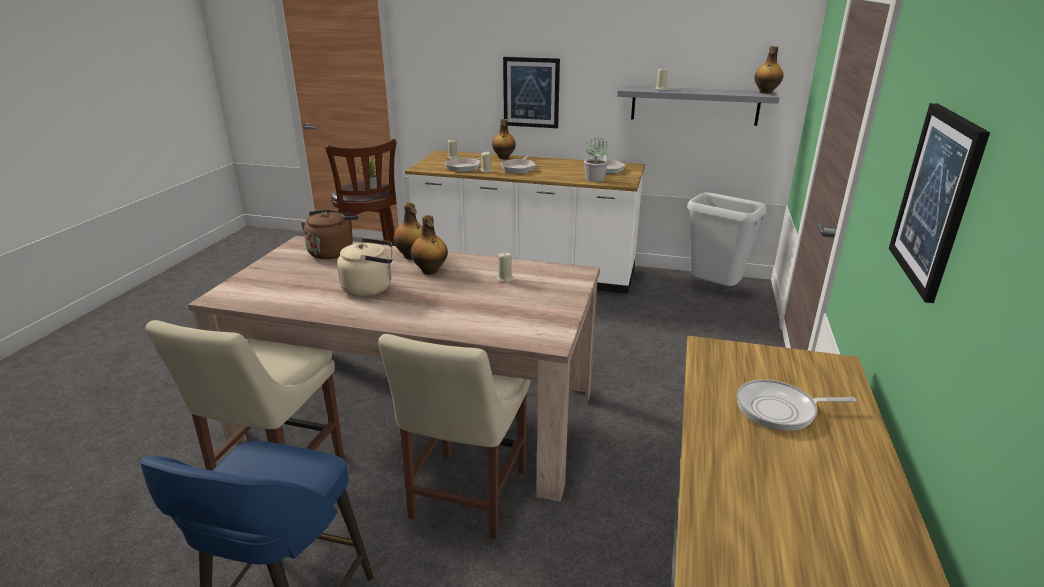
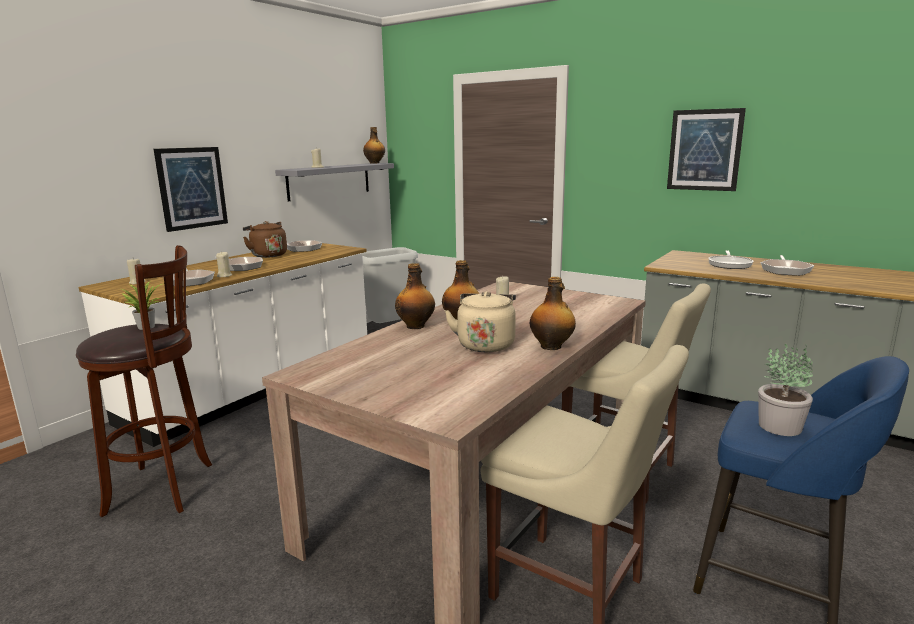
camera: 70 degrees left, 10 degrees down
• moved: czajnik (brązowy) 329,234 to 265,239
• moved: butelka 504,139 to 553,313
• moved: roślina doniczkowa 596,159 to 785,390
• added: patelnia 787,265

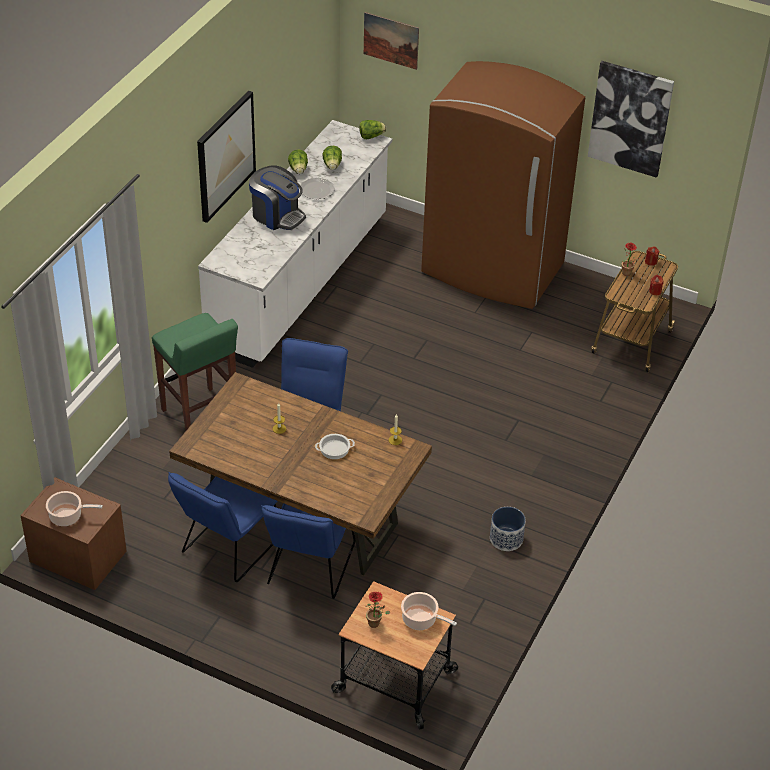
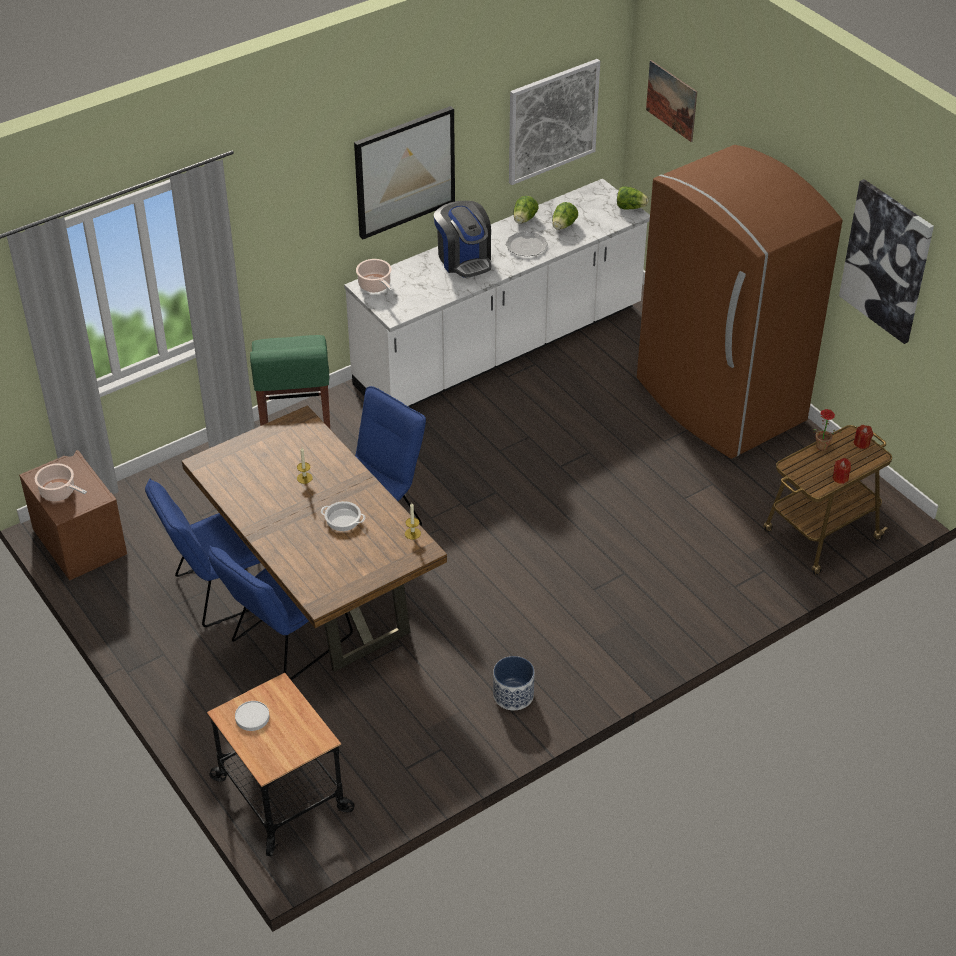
camera: 30 degrees right, 0 degrees up
• replaced: roślina doniczkowa 378,610 to talerz (biały) 252,716
• moved: garnek 429,611 to 374,275
• added: obraz 554,122

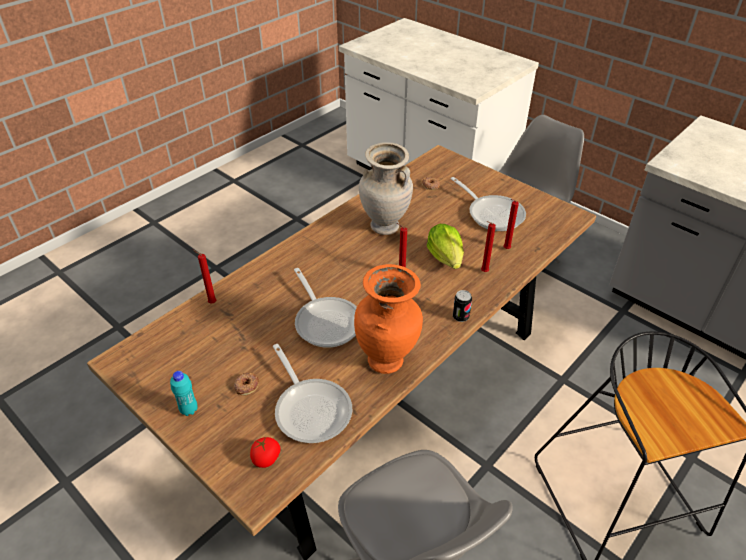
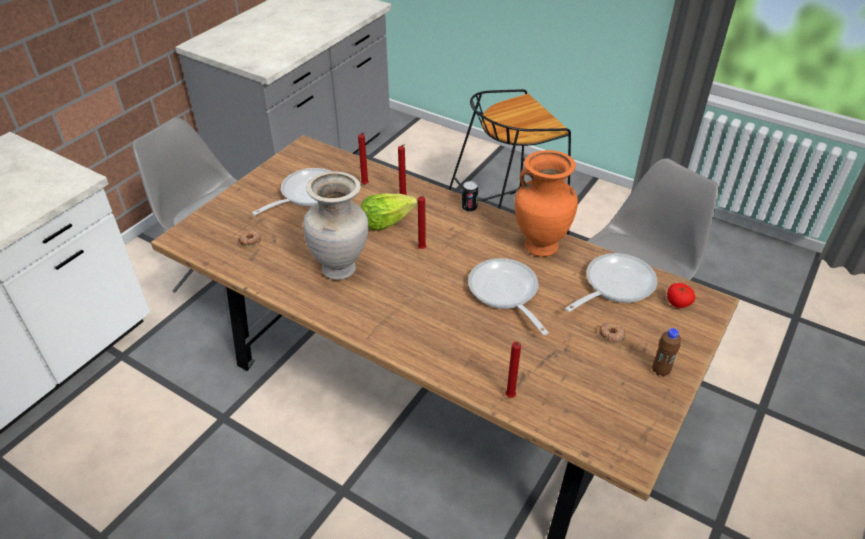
camera: 100 degrees left, 0 degrees up
• turned: patelnia 325,308 = 508,296 75 degrees counterclockwise
• recoloured: butelka (turkusowy) 183,393 to butelka (brązowy) 666,352

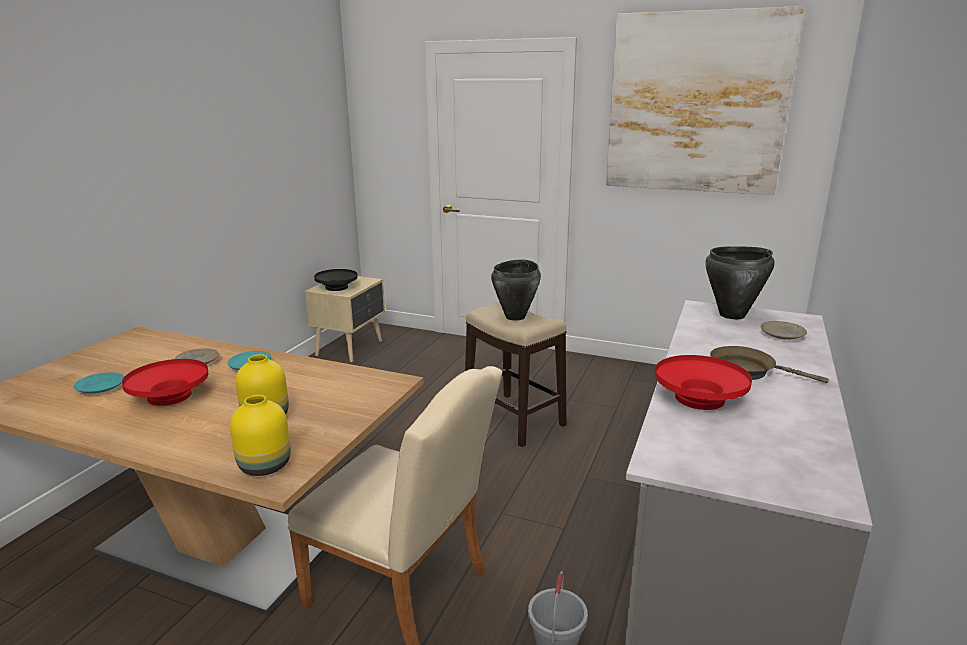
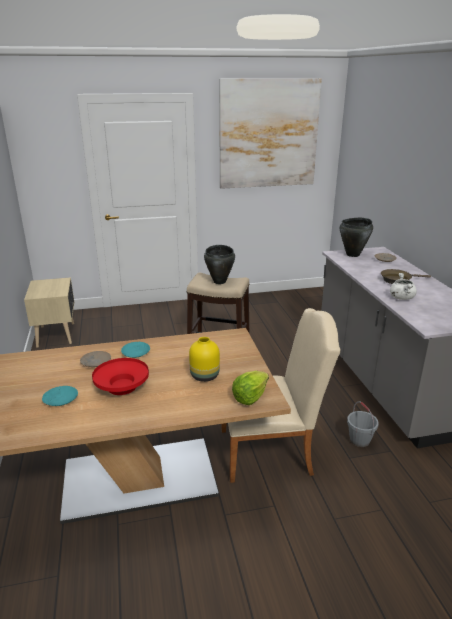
camera: 35 degrees left, 5 degrees up
• replaced: wazon (żółty) 260,435 to sałata 250,388
• replaced: miska (czerwony) 703,382 to garnek (biały) 403,286
• removed: miska (czarny) 336,280

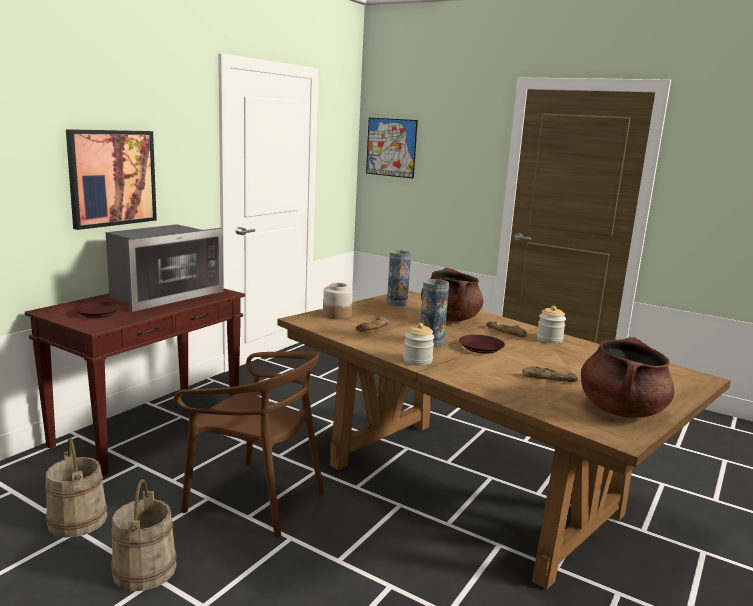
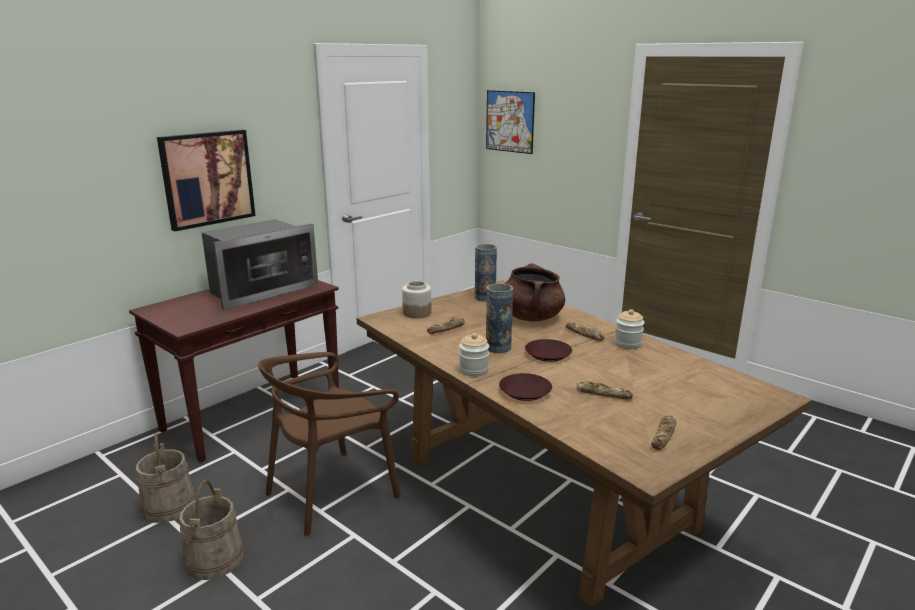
camera: 10 degrees right, 5 degrees up
• turned: krzesło (brązowy) 249,444 = 329,444 105 degrees clockwise
• moved: talerz (brązowy) 98,310 to 525,387
• replaced: garnek (brązowy) 627,377 to chleb 663,433

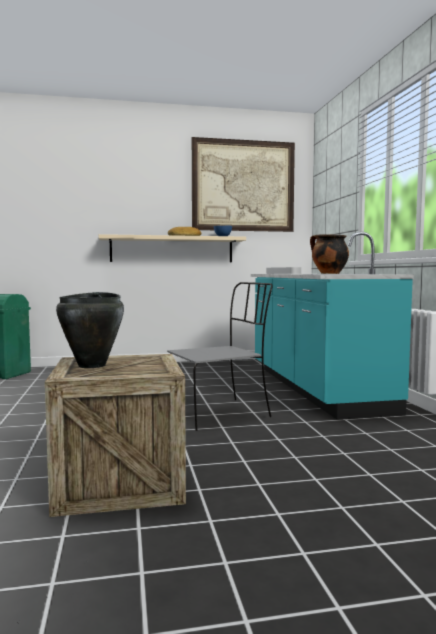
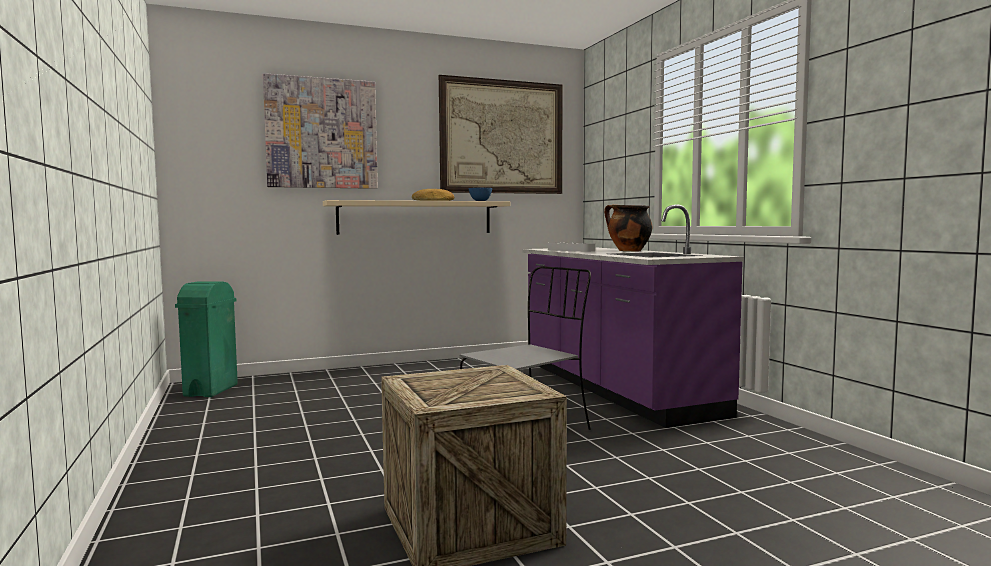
camera: 10 degrees left, 0 degrees up
• added: obraz 320,131
• recoloured: zabudowa kuchenna (turkusowy) 332,326 to zabudowa kuchenna (fioletowy) 633,316
• removed: garnek (czarny) 90,330

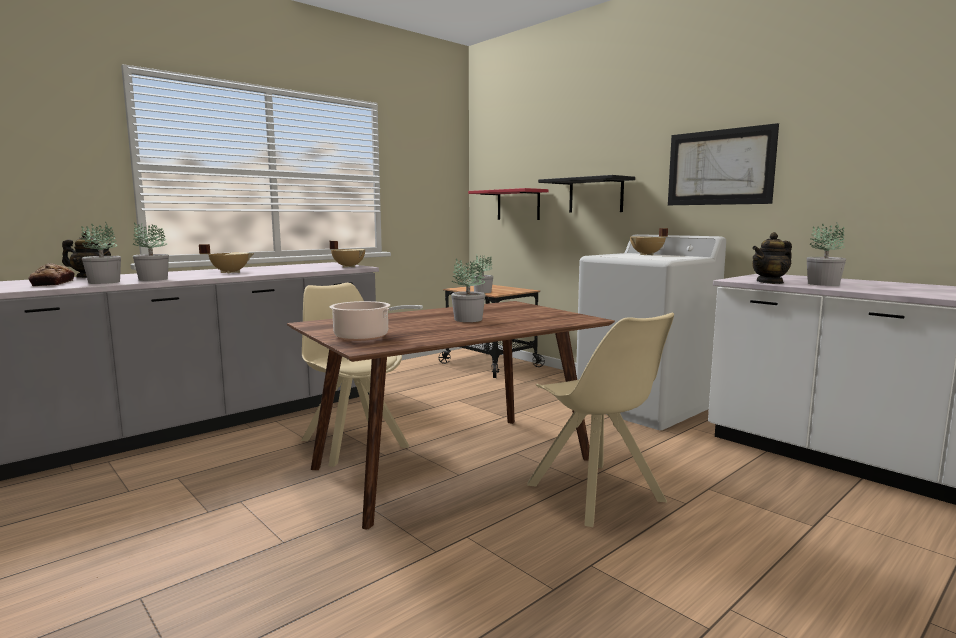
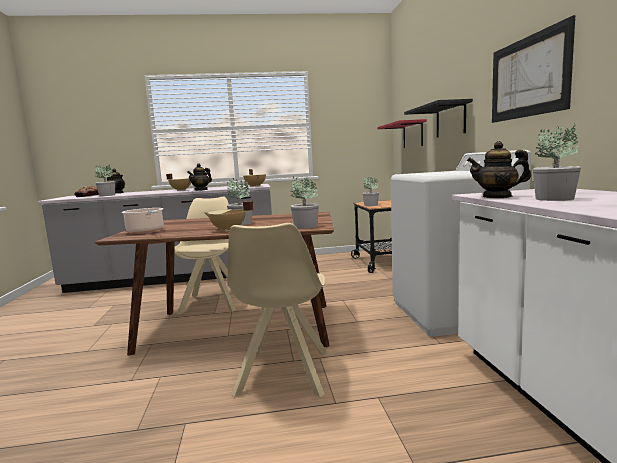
camera: 35 degrees right, 0 degrees up
• added: imbryk 199,177
• moved: garnek (beżowy) 649,241 to 229,216
• moved: roślina doniczkowa 151,252 to 305,202

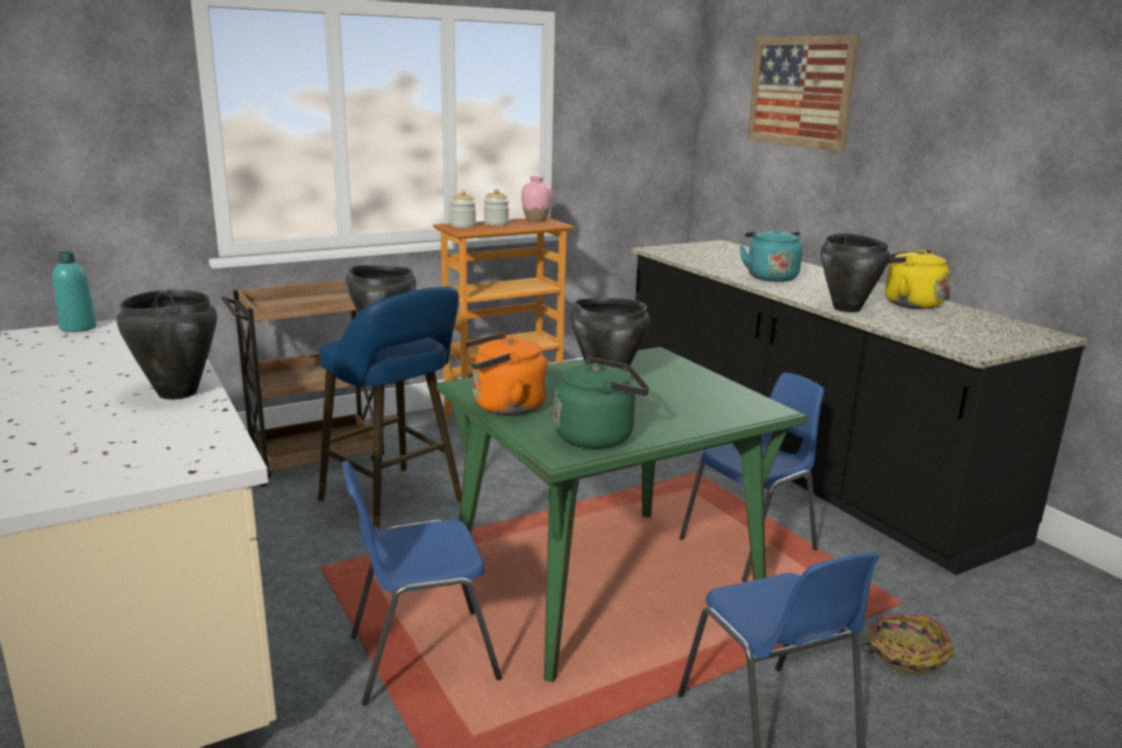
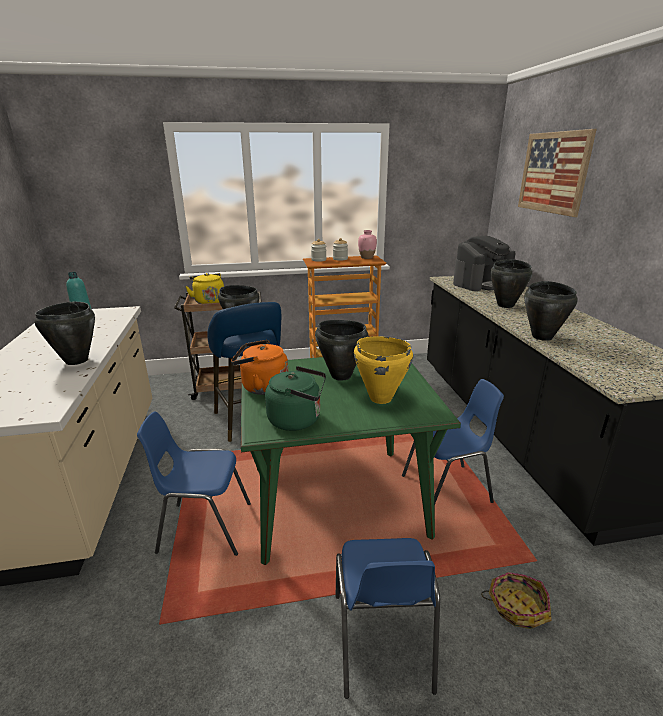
camera: 20 degrees right, 5 degrees up
• moved: czajnik (żółty) 917,279 to 204,288
• added: garnek (żółty) 383,370
• added: ekspres do kawy 484,263
• replaced: czajnik (turkusowy) 771,255 to garnek (czarny) 511,283

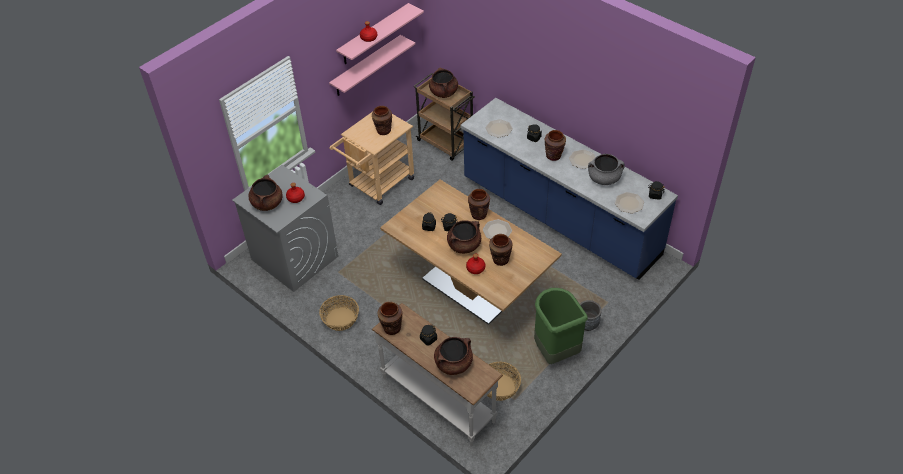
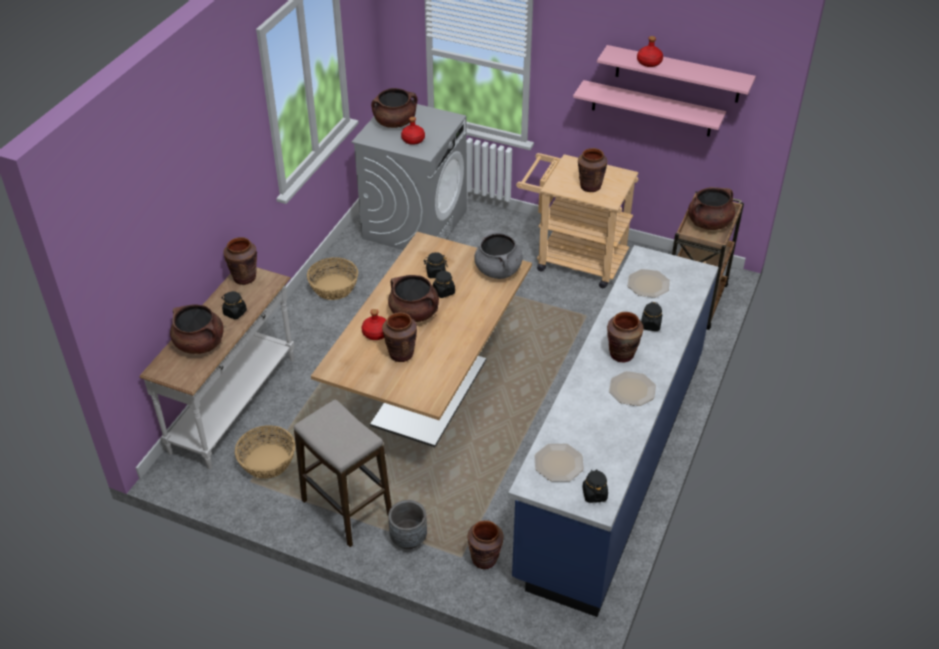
camera: 70 degrees right, 5 degrees down
• replaced: kosz na śmieci (zielony) 561,326 to stołek 343,473
• moved: wazon (brązowy) 479,204 to 485,544
• moved: garnek (szary) 606,169 to 499,254
• removed: talerz 497,229

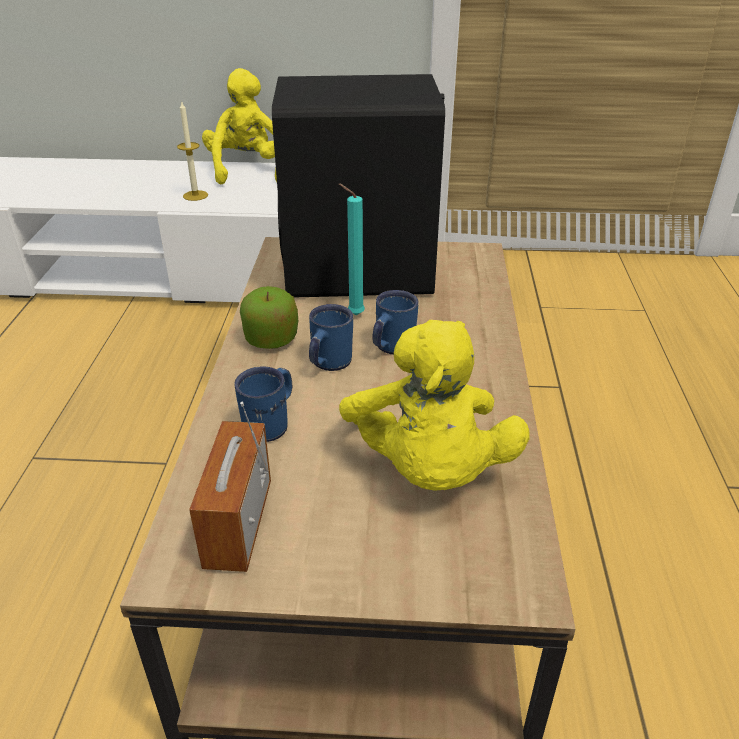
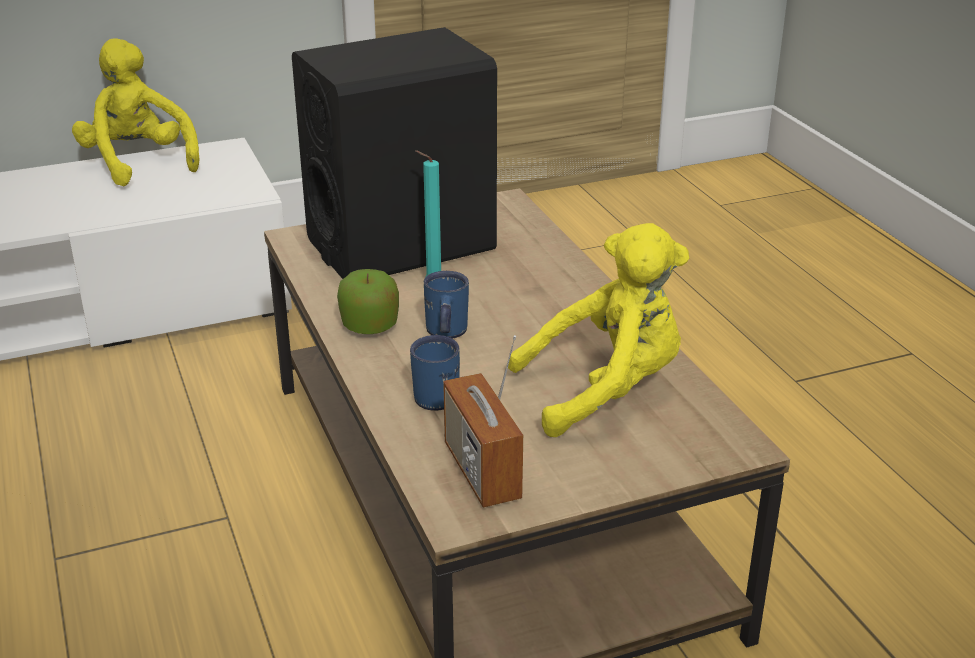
camera: 25 degrees left, 5 degrees down
• turned: pluszak (żółty) 434,405 = 598,330 75 degrees counterclockwise
• removed: świeca 192,150
• removed: kubek (niebieski) 395,322

